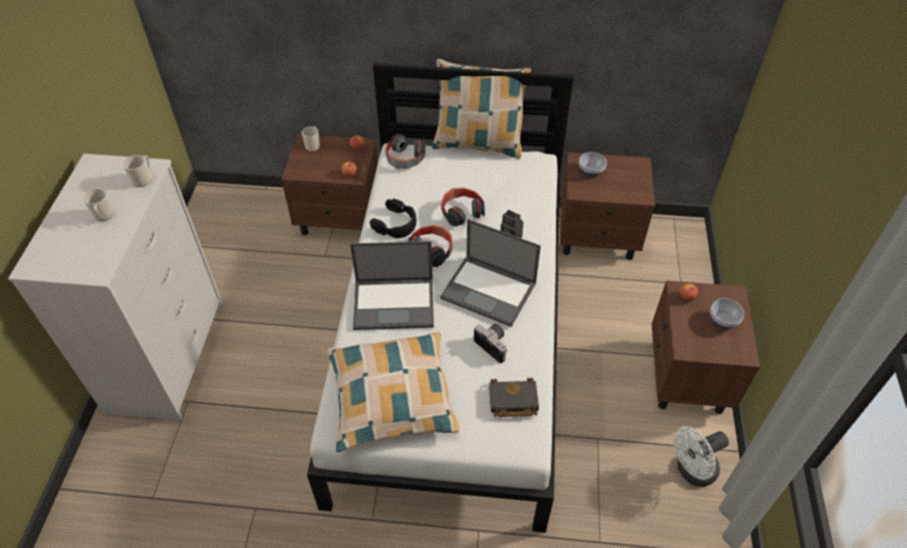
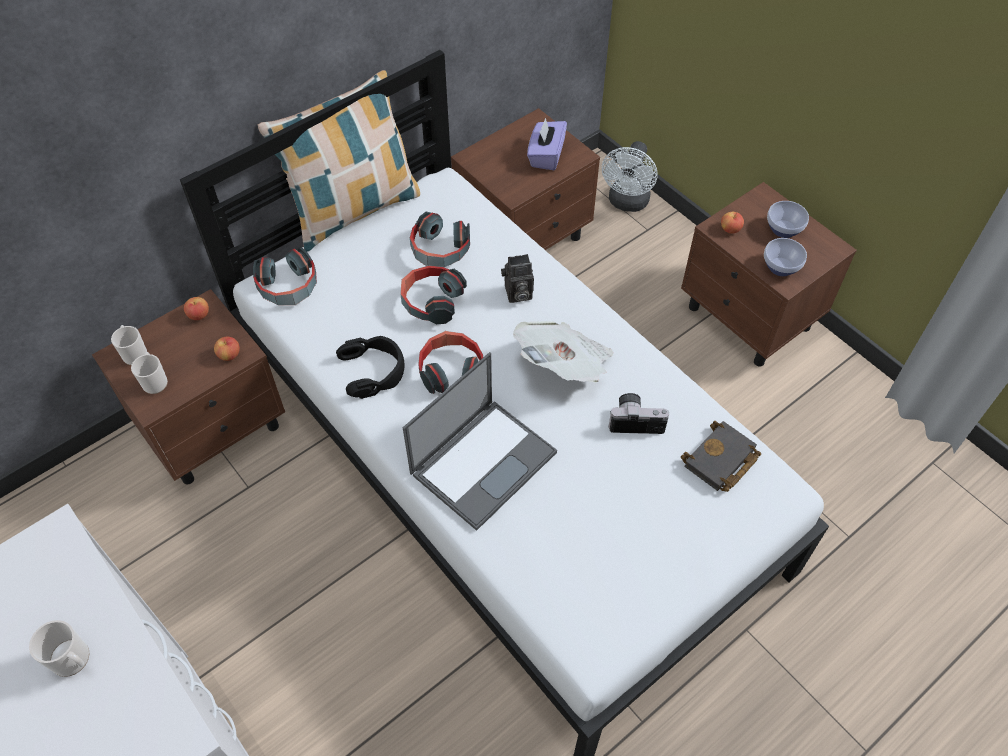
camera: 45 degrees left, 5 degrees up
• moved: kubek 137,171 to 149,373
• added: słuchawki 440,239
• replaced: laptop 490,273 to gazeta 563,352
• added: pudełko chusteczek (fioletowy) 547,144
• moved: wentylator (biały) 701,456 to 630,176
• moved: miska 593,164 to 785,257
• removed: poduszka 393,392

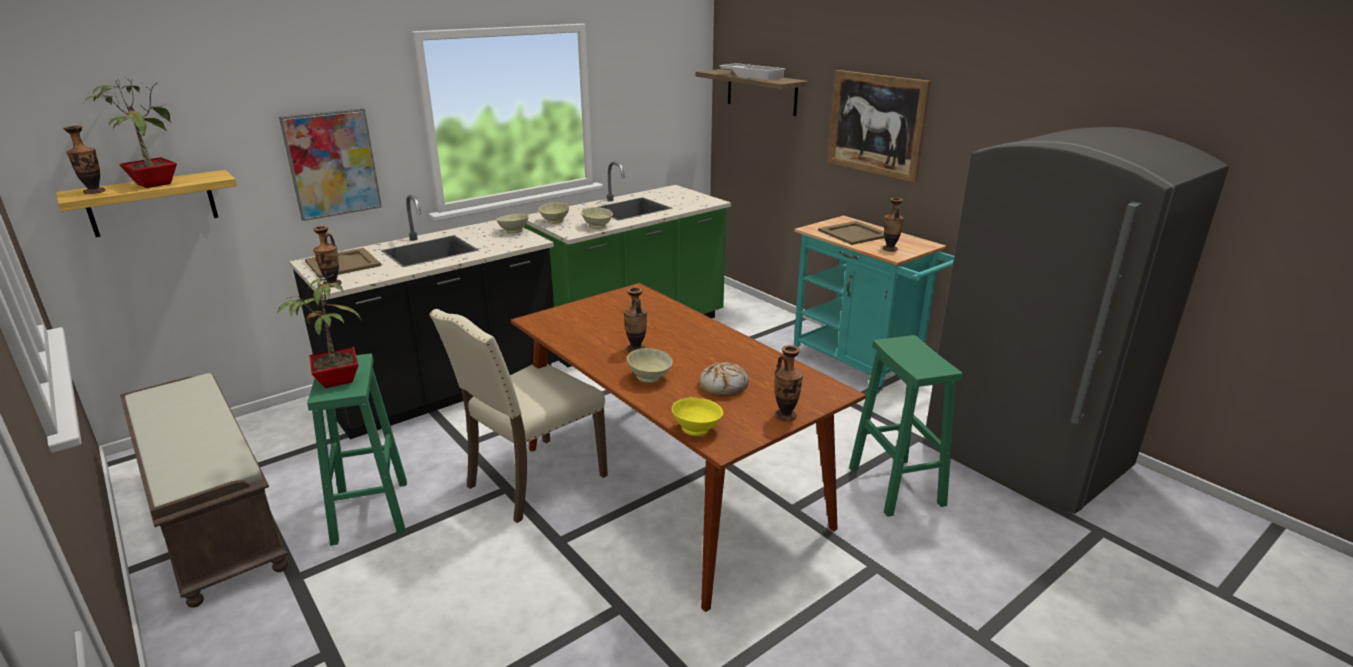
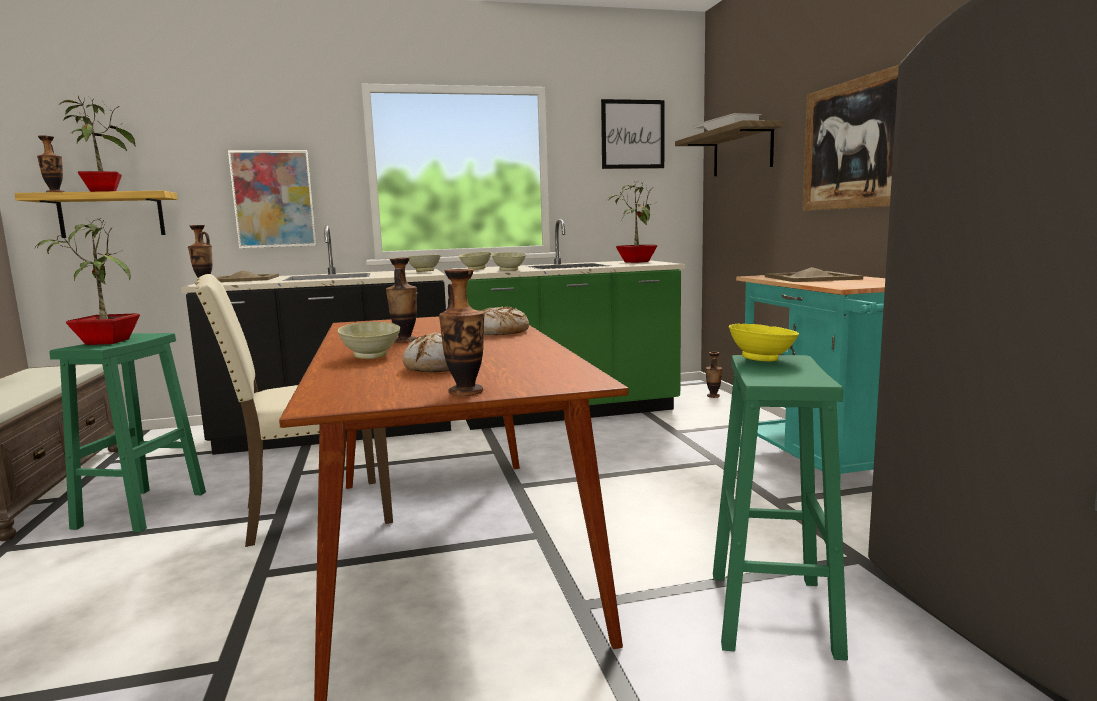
camera: 25 degrees right, 15 degrees down
• added: chleb 505,320
• added: obraz 633,134
• added: roślina doniczkowa 632,221
• moved: wazon 893,225 to 713,375
• moved: miska (żółty) 697,416 to 764,342

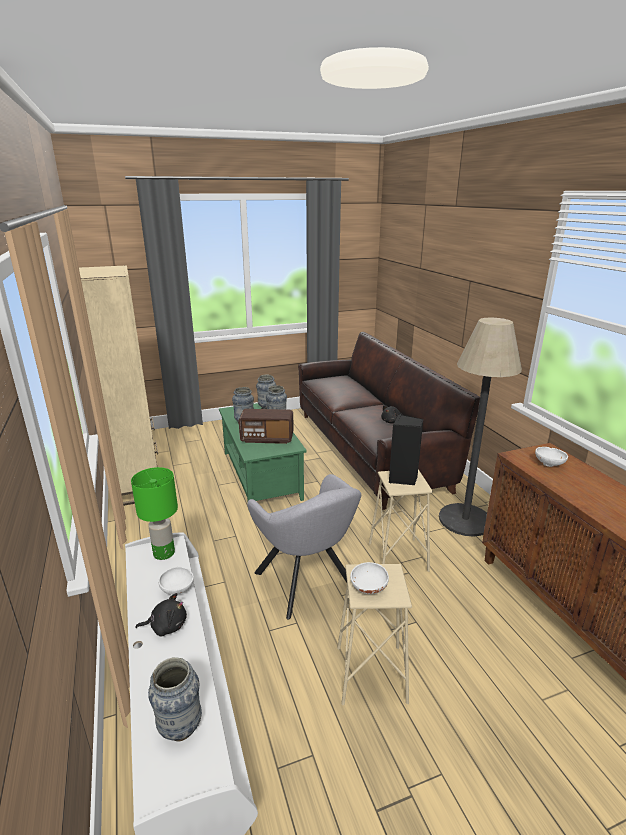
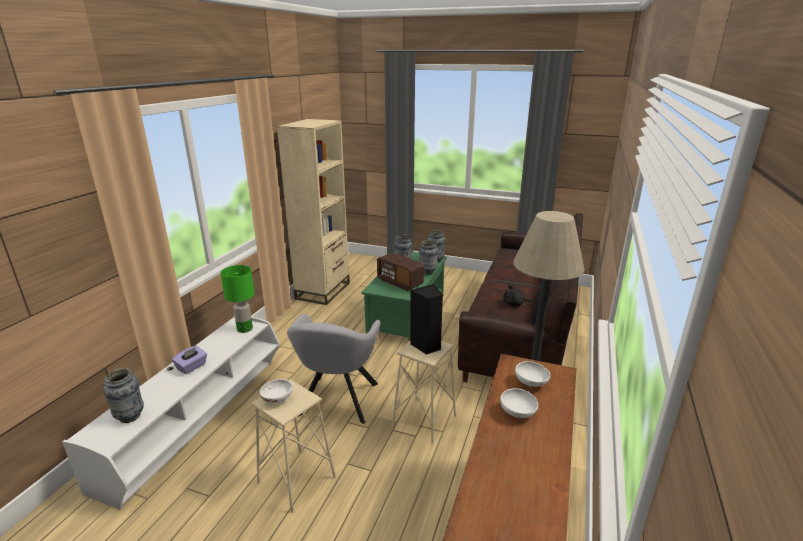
camera: 40 degrees right, 0 degrees up
• replaced: pluszak (czarny) 161,615 to pudełko chusteczek (fioletowy) 189,360
• moved: miska (biały) 176,581 to 519,403

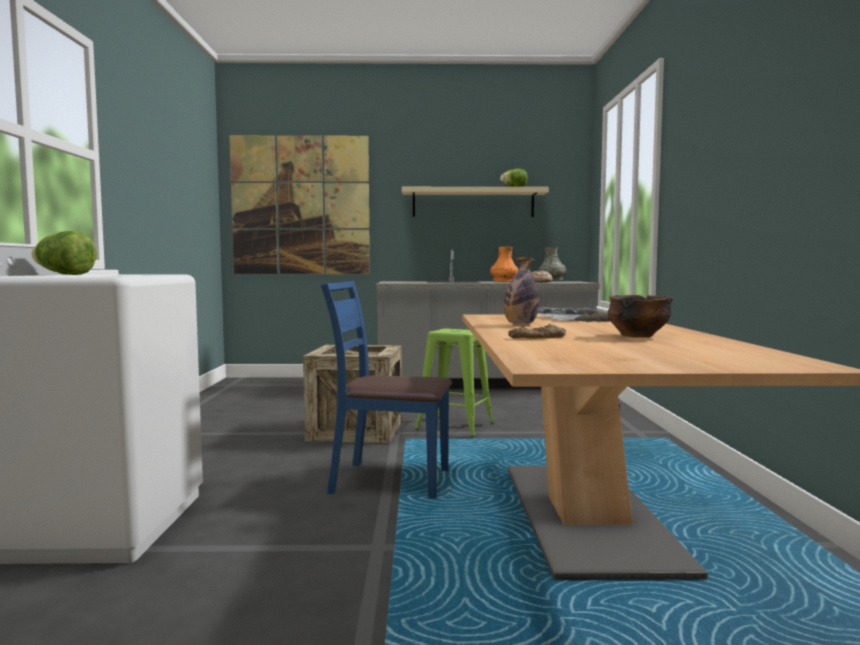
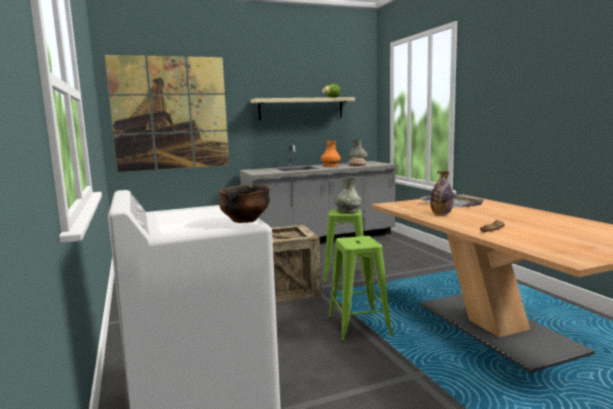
camera: 20 degrees left, 5 degrees up
• moved: miska 640,316 to 244,204
• replaced: krzesło (niebieski) 386,390 to stołek (zielony) 360,289
• added: wazon (szary) 347,195
• removed: sałata 64,253

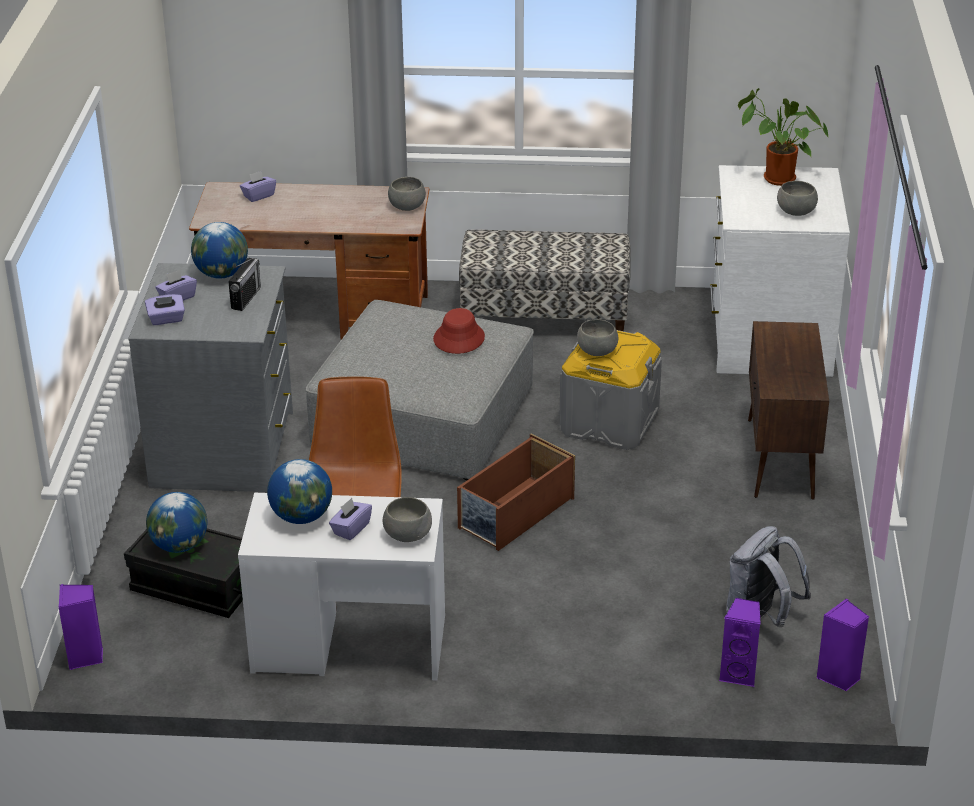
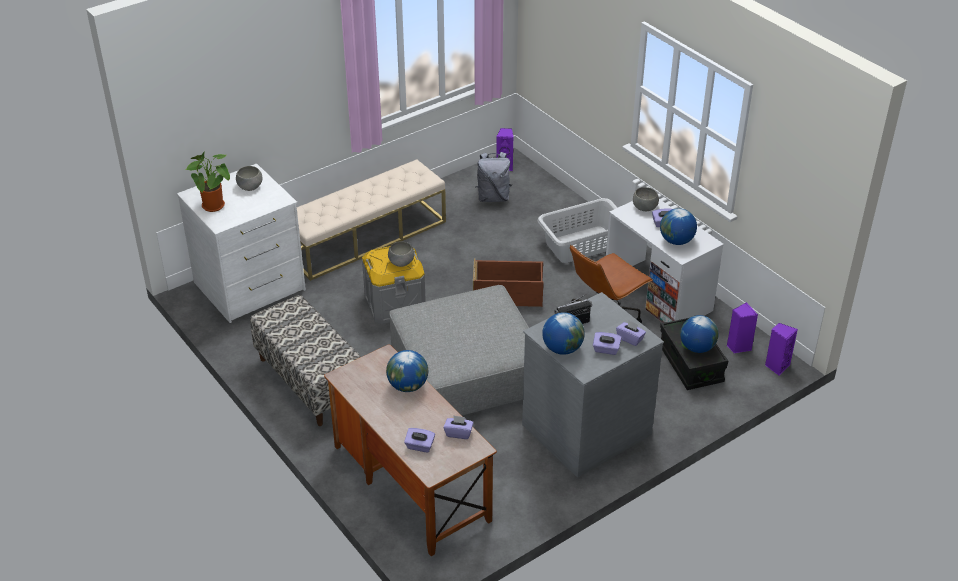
camera: 130 degrees left, 5 degrees up
• replaced: szafka (brązowy) 788,410 to ławka (beżowy) 371,220
• added: globus 407,371
• added: pudełko chusteczek (fioletowy) 459,427
• added: kosz na pranie (szary) 578,230
• moved: głośnik (fioletowy) 740,642 to 742,327
• removed: miska (szary) 407,194
• removed: kapelusz (czerwony) 459,331

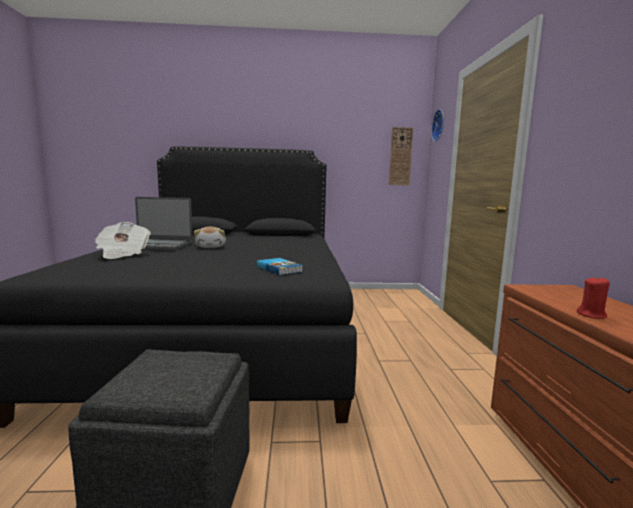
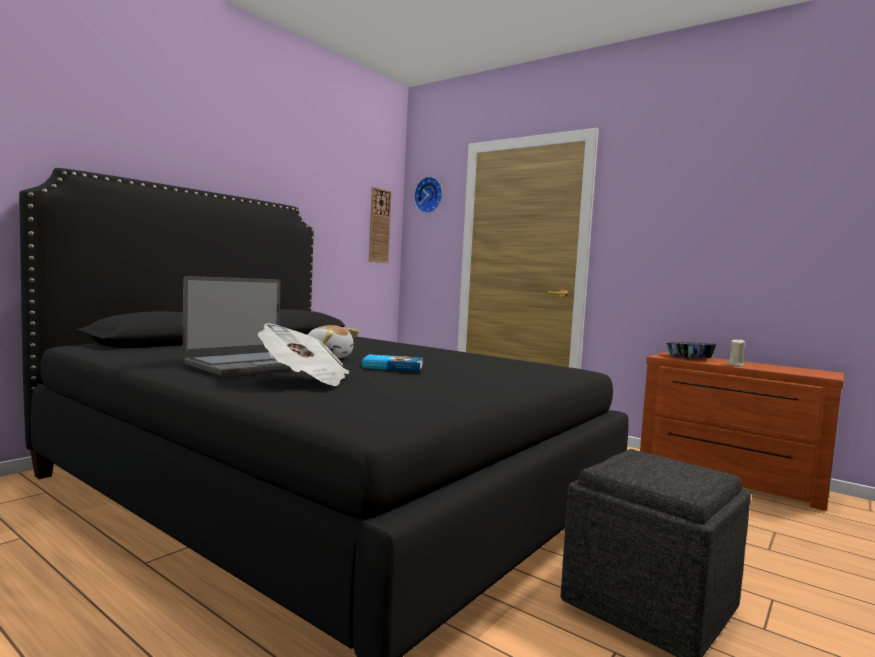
camera: 50 degrees left, 5 degrees down
• moved: książka 280,266 to 392,363
• added: miska 691,350
• recoloured: świeca (czerwony) 593,297 to świeca (beżowy) 736,352

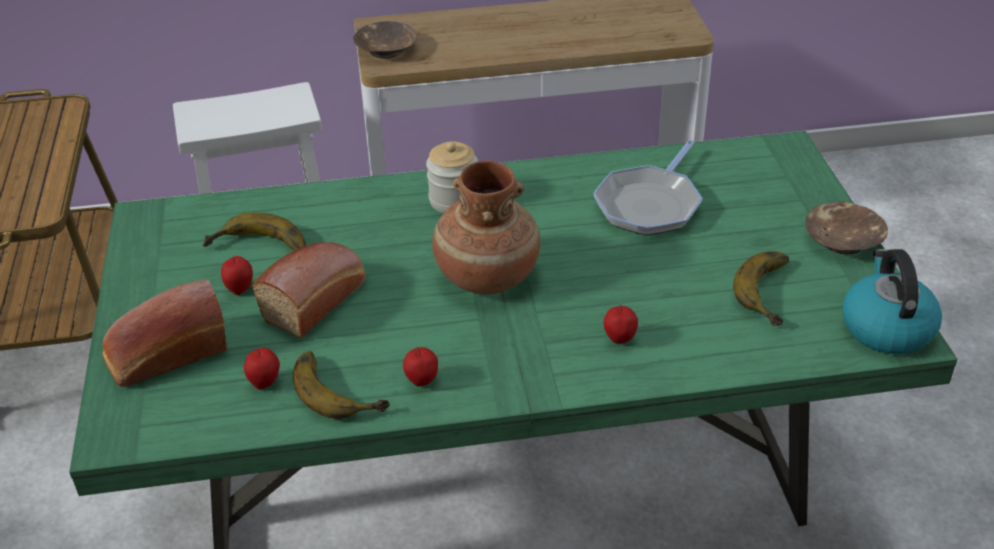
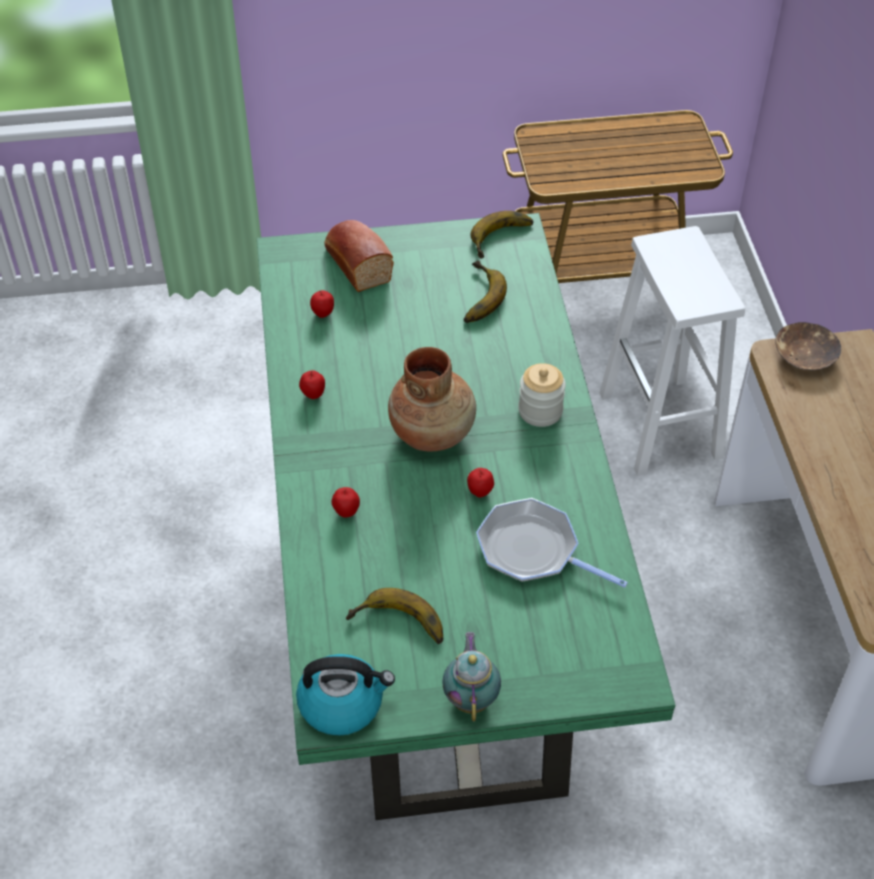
camera: 90 degrees right, 10 degrees up
• replaced: miska (brązowy) 846,228 to imbryk 471,676
• moved: jabłko 237,275 to 480,483
• moved: banan 341,385 to 502,235
• removed: chleb 309,290

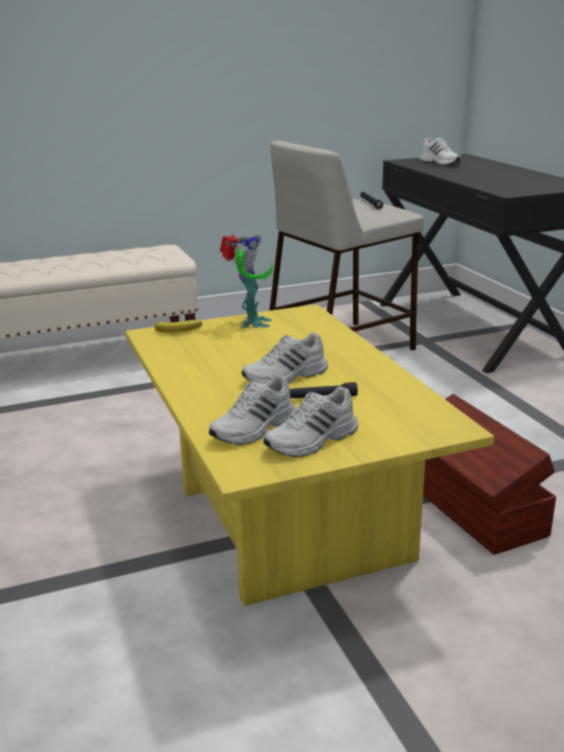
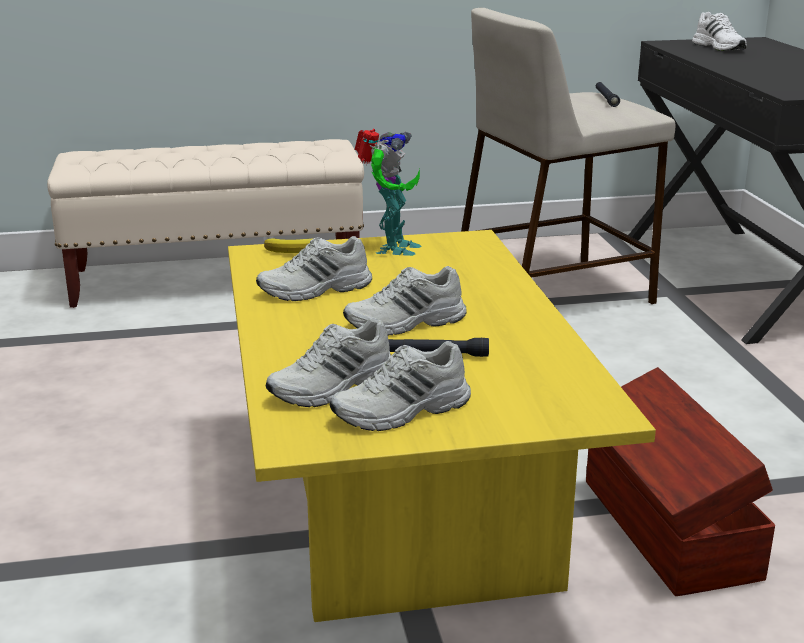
camera: 10 degrees right, 0 degrees up
• added: but (biały) 314,268

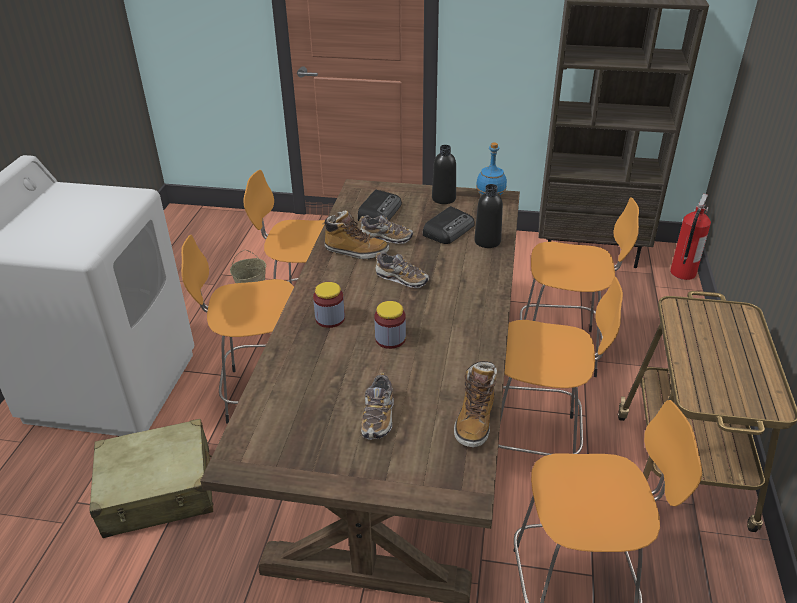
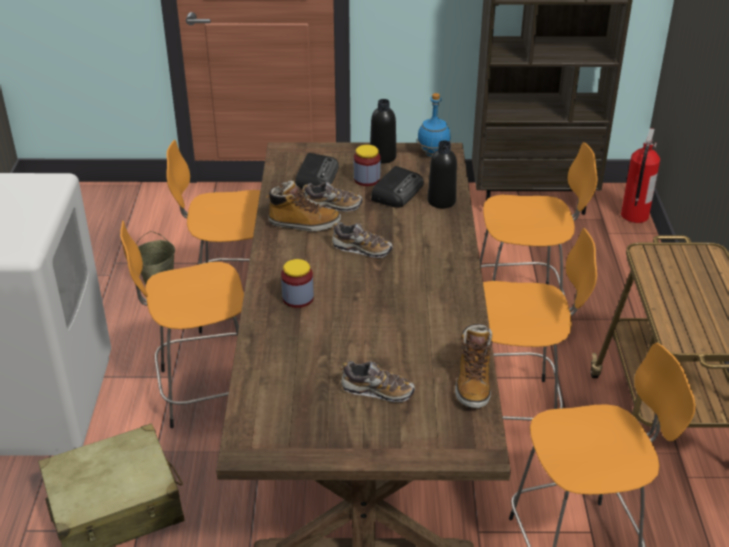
camera: 10 degrees left, 0 degrees up
• turned: but 377,406 = 377,381 75 degrees counterclockwise
• moved: słoik 390,325 to 367,165

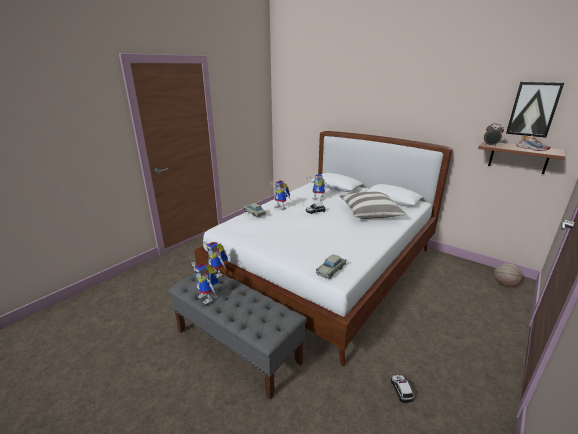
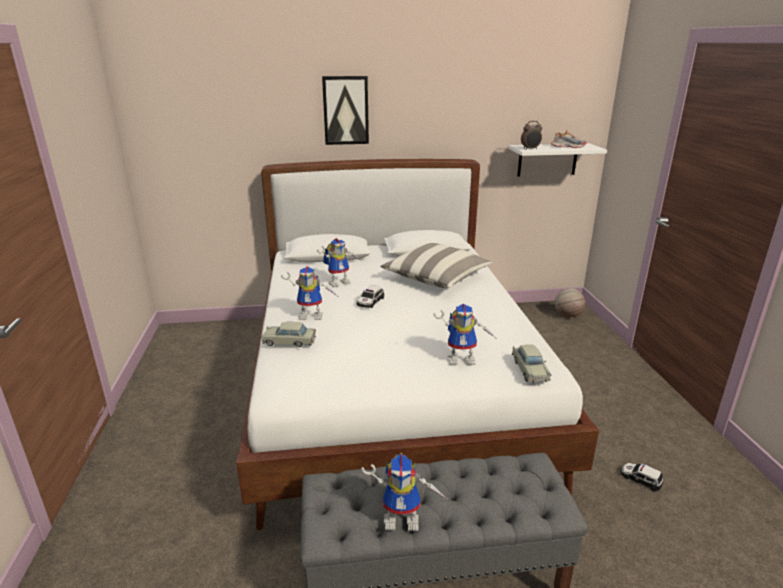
camera: 45 degrees left, 0 degrees up
• moved: obraz 535,110 to 345,110
• moved: robot zabawkowy 215,260 to 465,334
• recoloured: półka (brązowy) 521,157 to półka (biały) 558,159

